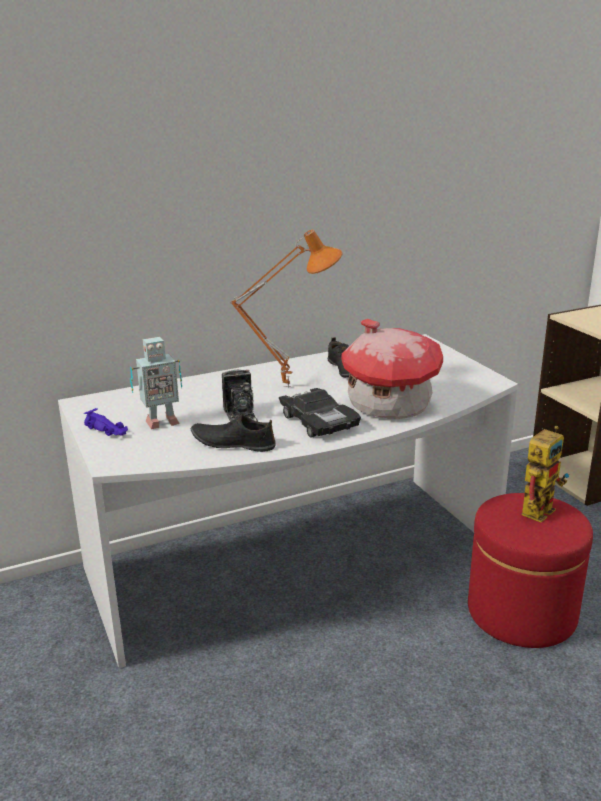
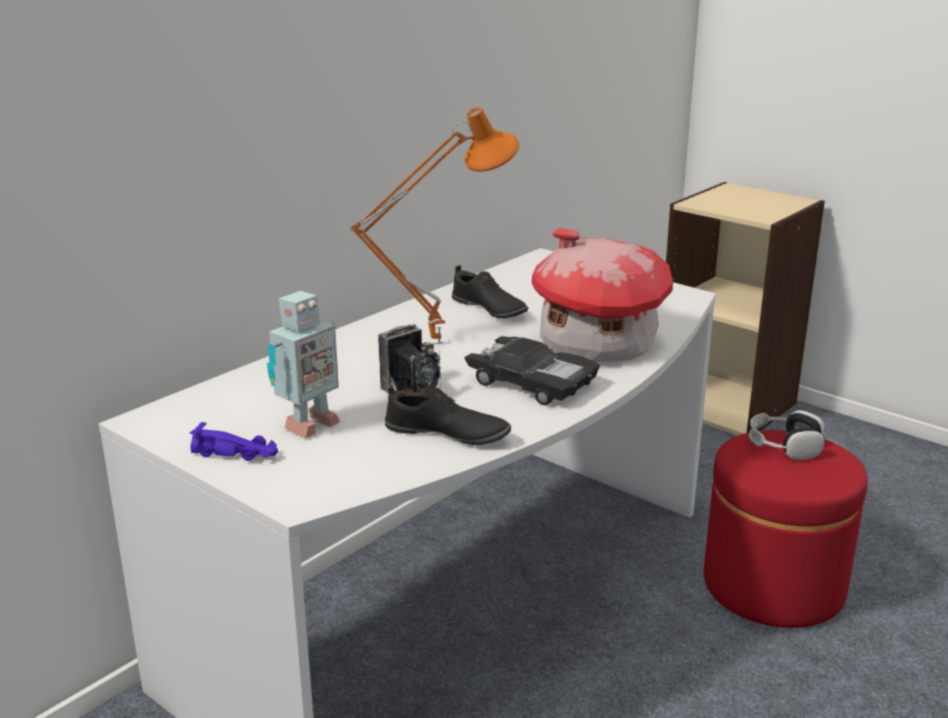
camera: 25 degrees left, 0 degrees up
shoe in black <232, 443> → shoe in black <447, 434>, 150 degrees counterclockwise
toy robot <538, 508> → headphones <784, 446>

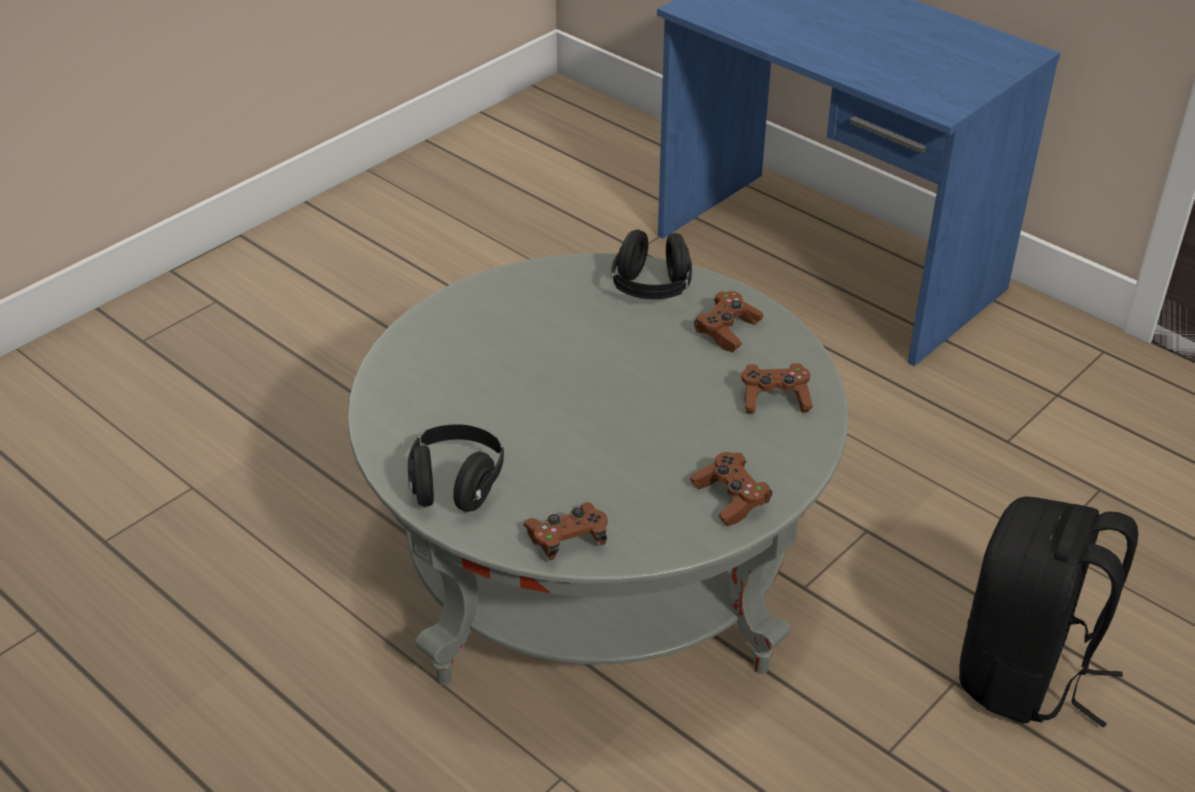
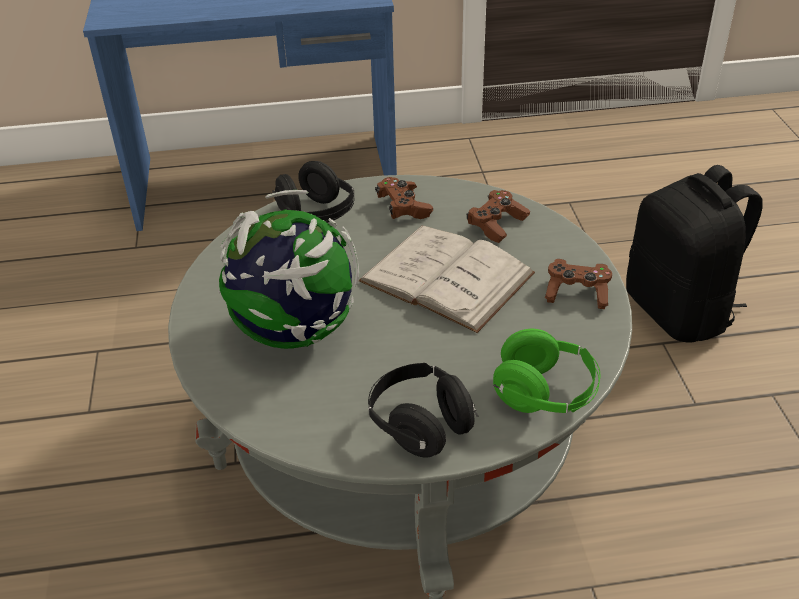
camera: 50 degrees left, 0 degrees up
game controller in brown <567, 540> → headphones in green <545, 394>
- → globe <295, 332>
- → book in white <446, 277>

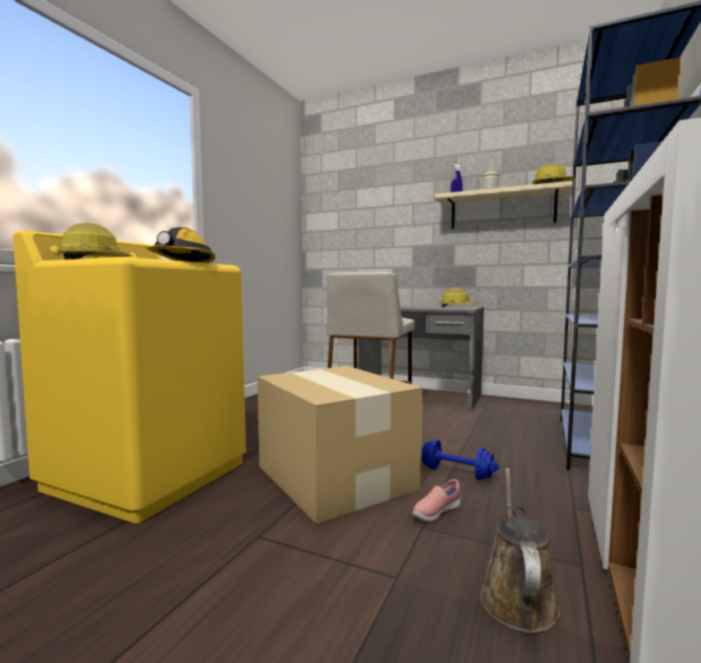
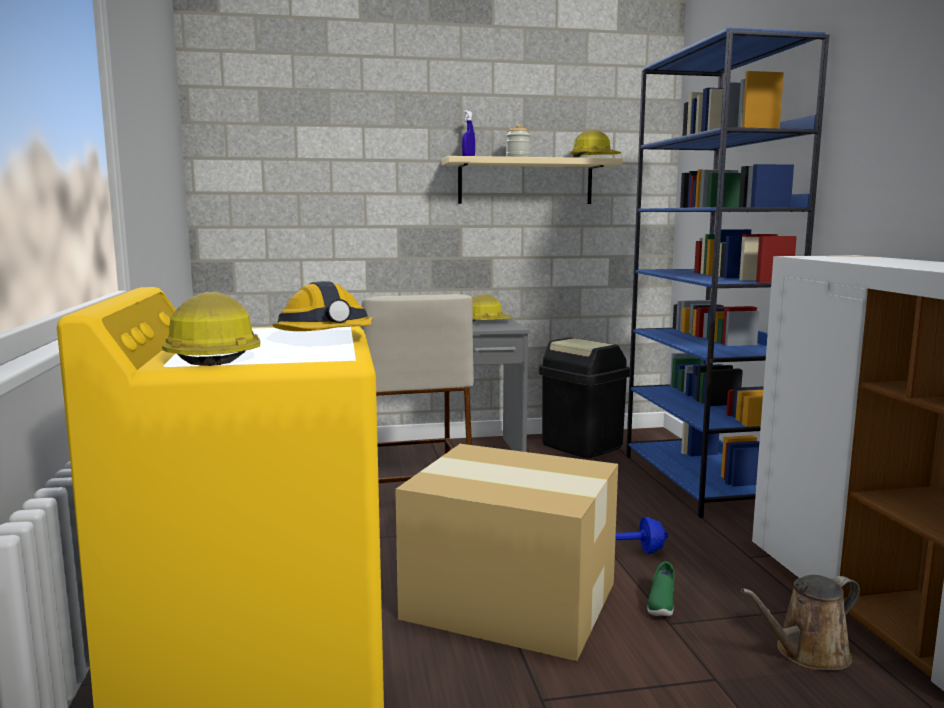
camera: 35 degrees left, 5 degrees up
shoe in pink <436, 513> → shoe in green <661, 604>
watering can in brown <516, 597> → watering can in brown <807, 654>, 90 degrees counterclockwise
- → trash can in black <581, 446>

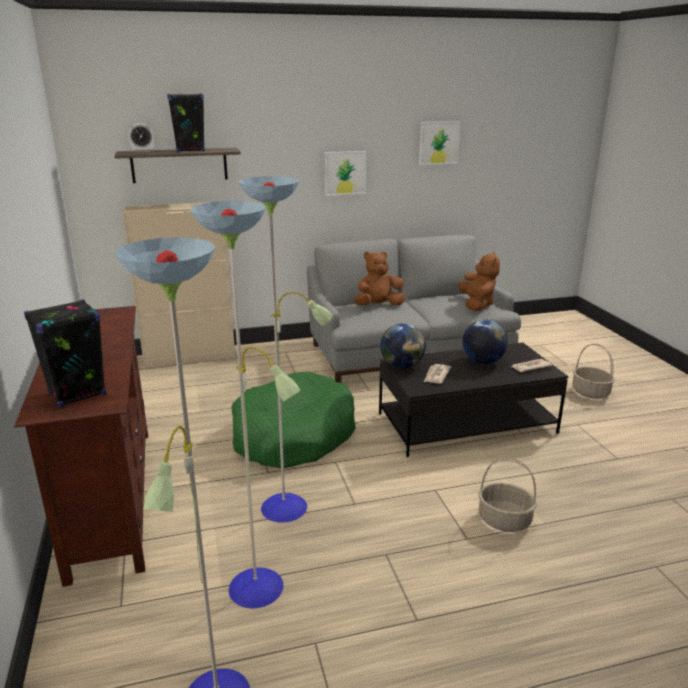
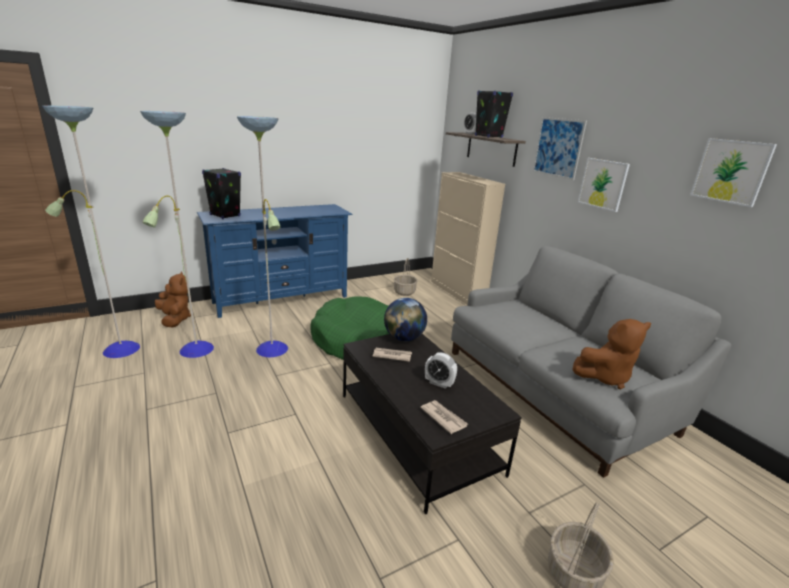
camera: 75 degrees right, 0 degrees up
tv stand in brown <111, 498> → tv stand in blue <281, 299>
plush toy in brown <378, 306> → plush toy in brown <175, 319>, shifted
globe <482, 362> → alarm clock <439, 383>
basket <505, 520> → basket <404, 292>, shifted
- → picture <558, 147>

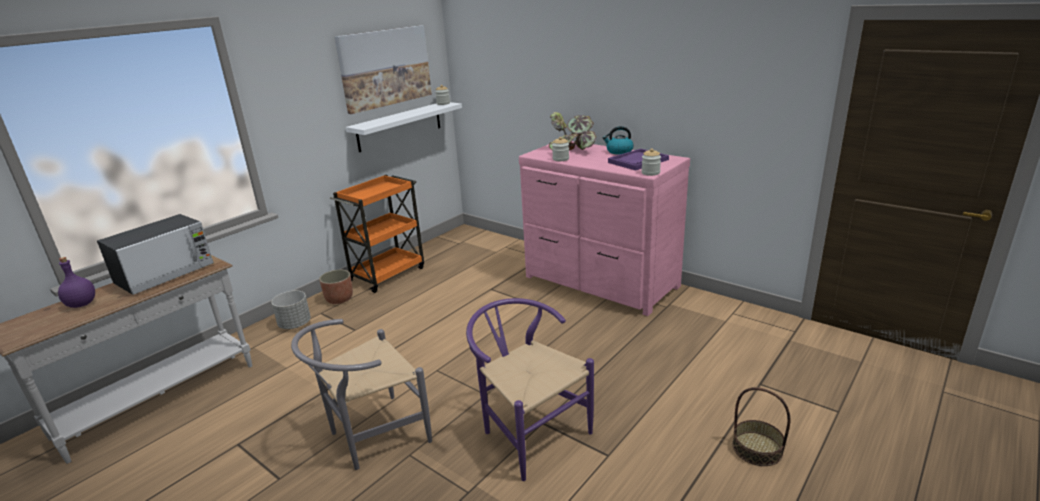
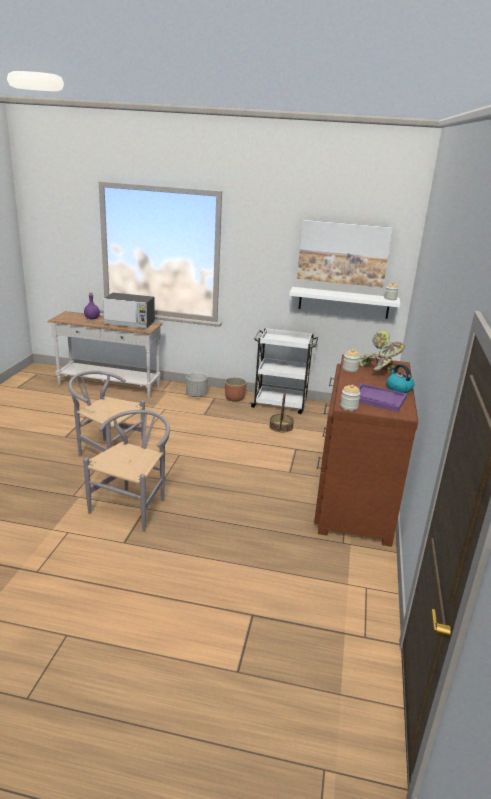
camera: 60 degrees right, 0 degrees up
cart in orange <388, 274> → cart in white <280, 404>
chair in purple <528, 432> → chair in grey <133, 505>
dresser in pink <600, 282> → dresser in brown <353, 498>
basket <757, 448> → basket <281, 426>, shifted

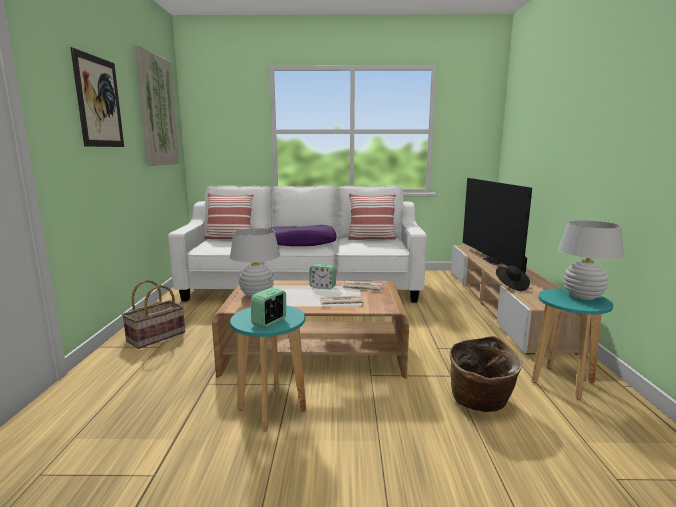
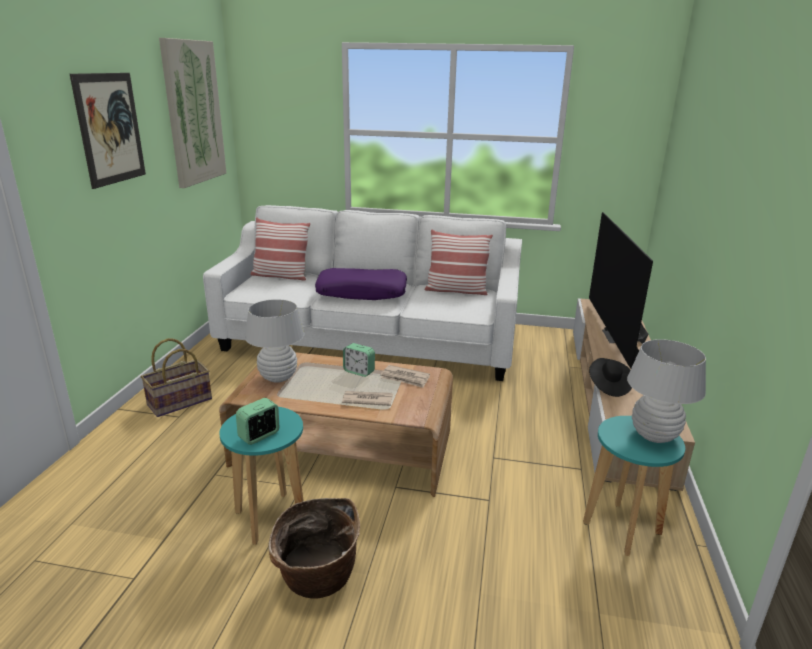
camera: 10 degrees right, 10 degrees up
basket <480, 402> → basket <317, 579>, shifted

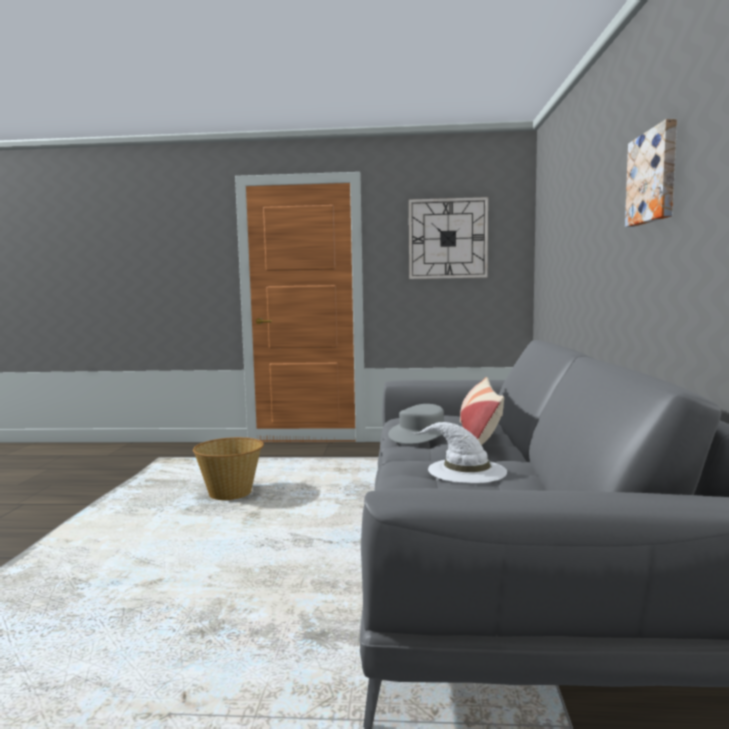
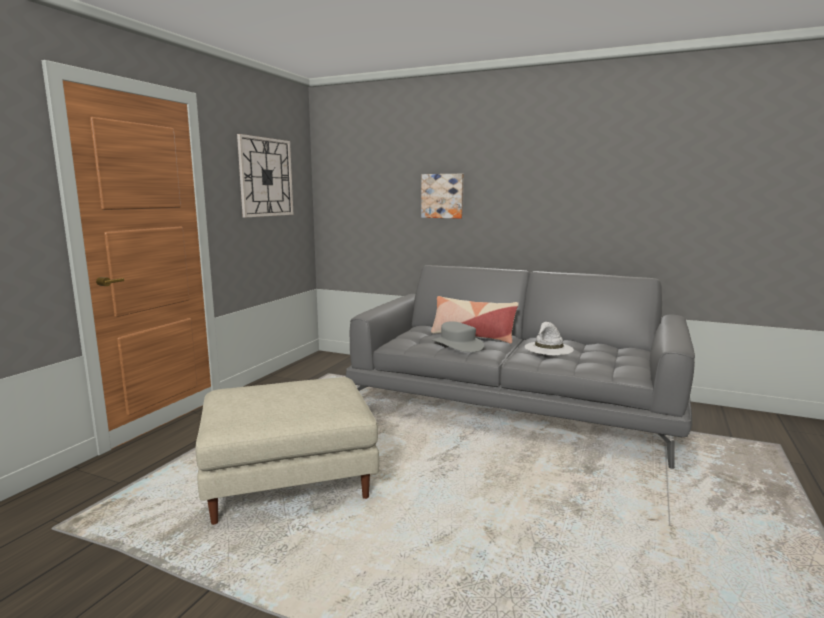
camera: 70 degrees left, 5 degrees up
basket <231, 493> → ottoman in beige <291, 480>
picture <654, 177> → picture <443, 196>, shifted

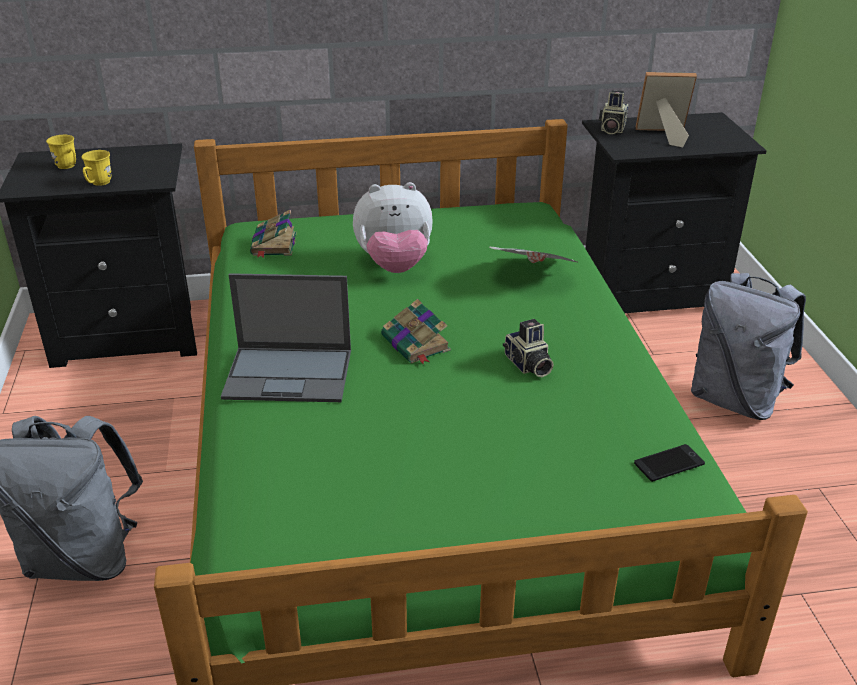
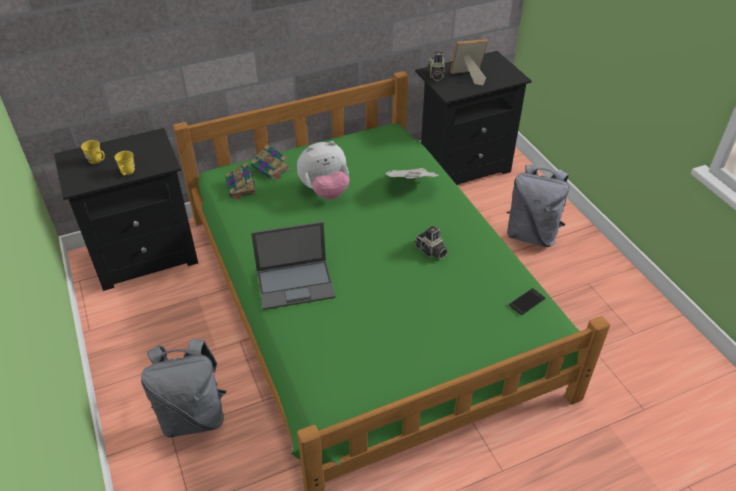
camera: 15 degrees left, 10 degrees up
book <416, 344> → book <271, 168>, shifted

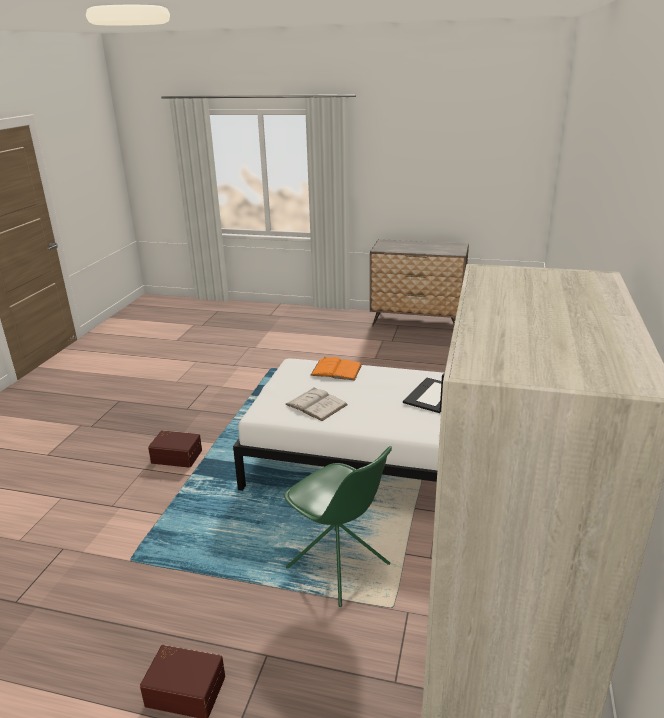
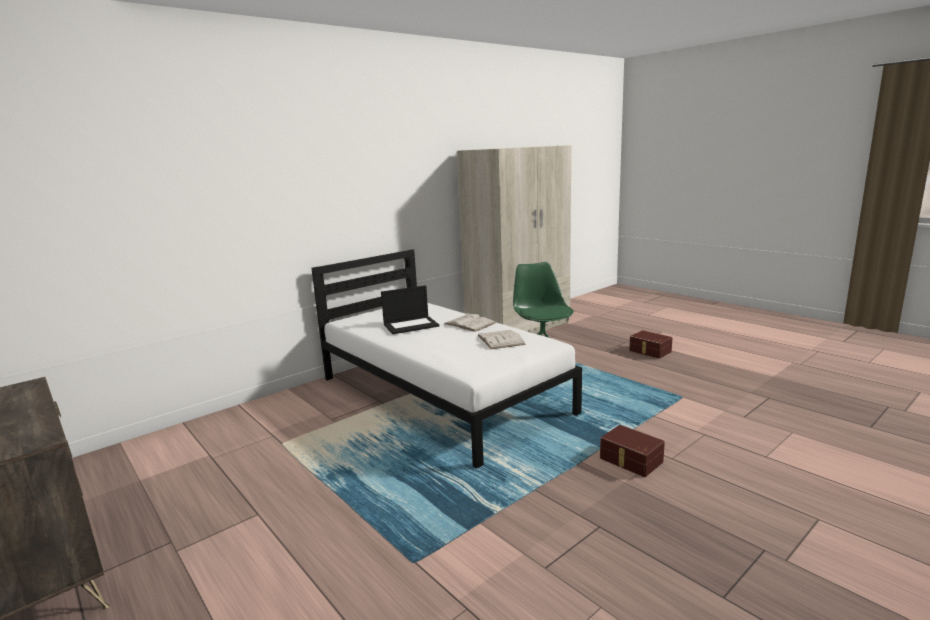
camera: 145 degrees left, 10 degrees down
book in orange <336, 370> → -
- → book in white <469, 323>

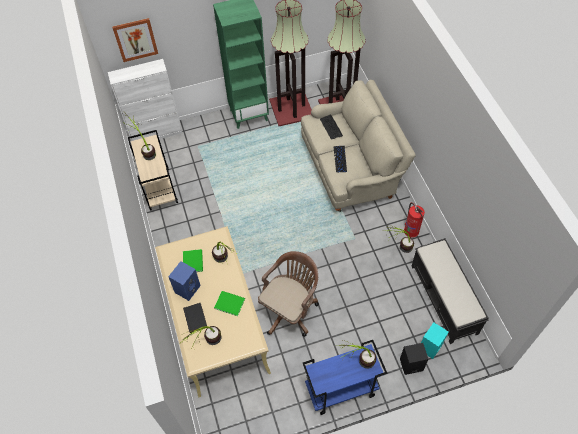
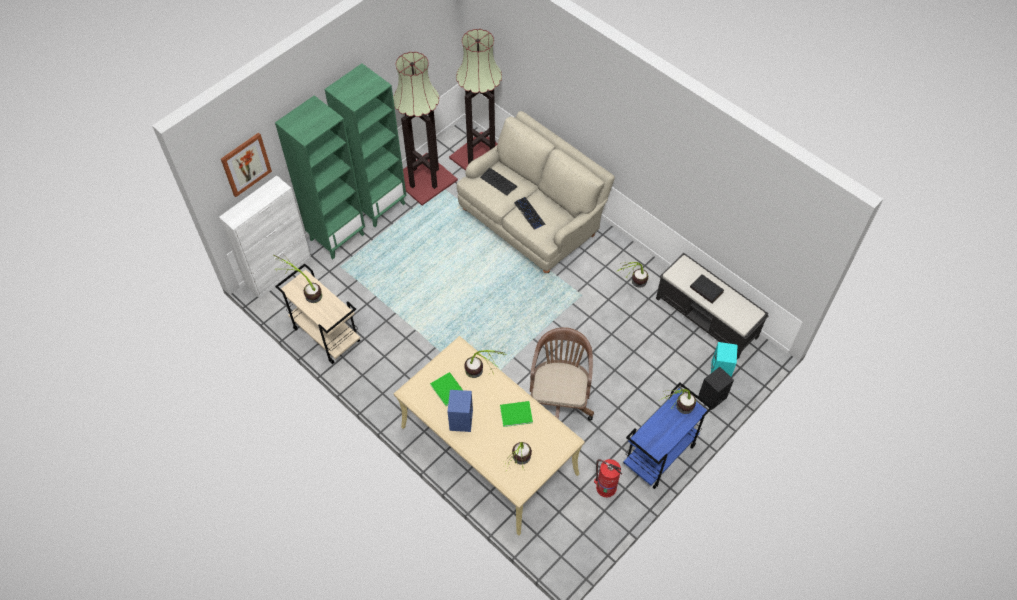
camera: 30 degrees left, 0 degrees up
book in black <196, 318> → book in black <707, 289>, shifted
fire extinguisher <411, 230> → fire extinguisher <605, 487>, shifted
- → bookcase in green <337, 236>

